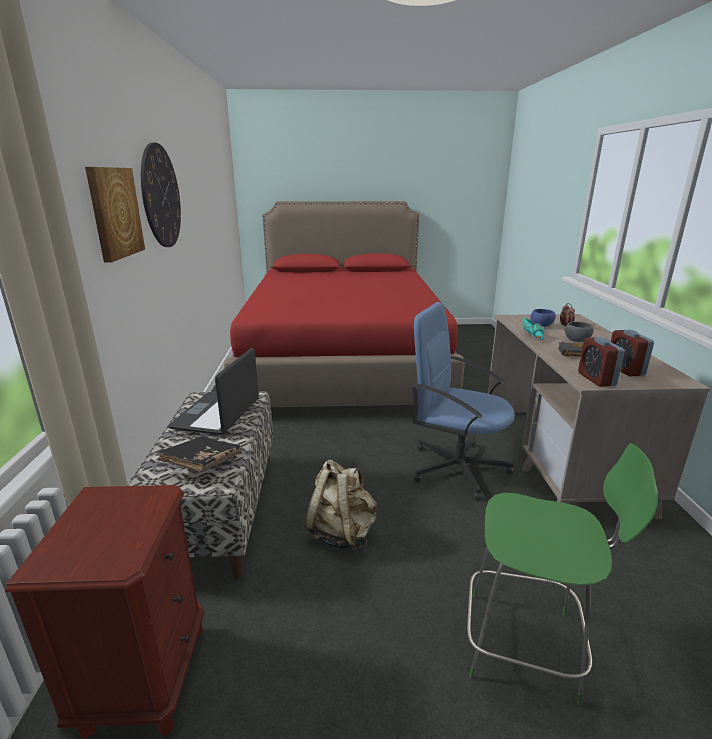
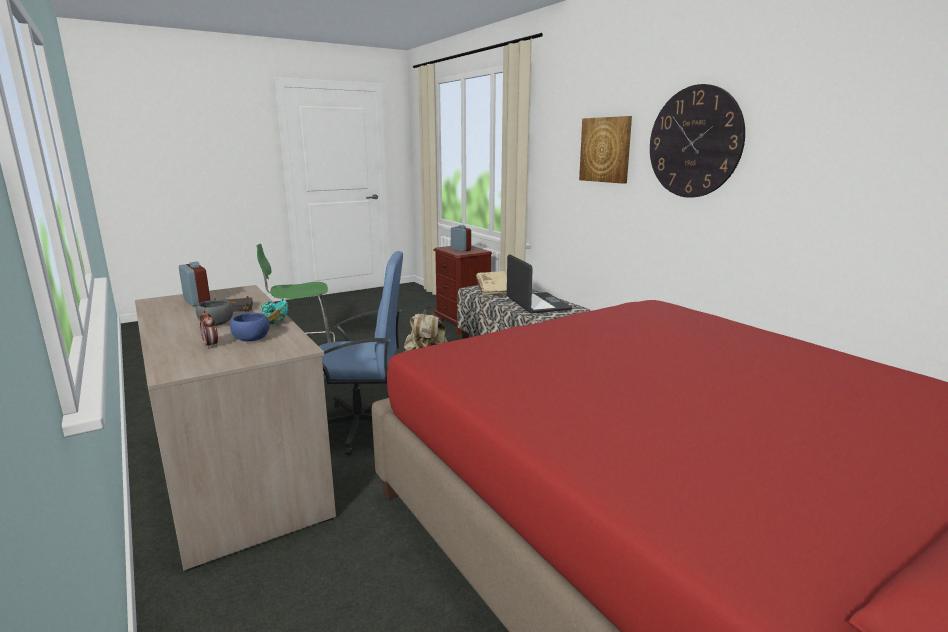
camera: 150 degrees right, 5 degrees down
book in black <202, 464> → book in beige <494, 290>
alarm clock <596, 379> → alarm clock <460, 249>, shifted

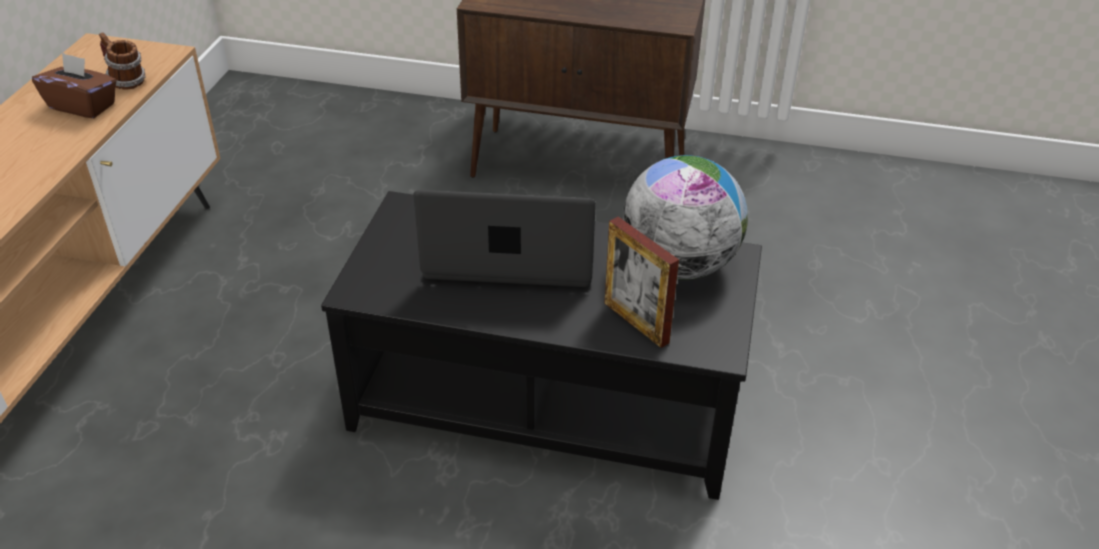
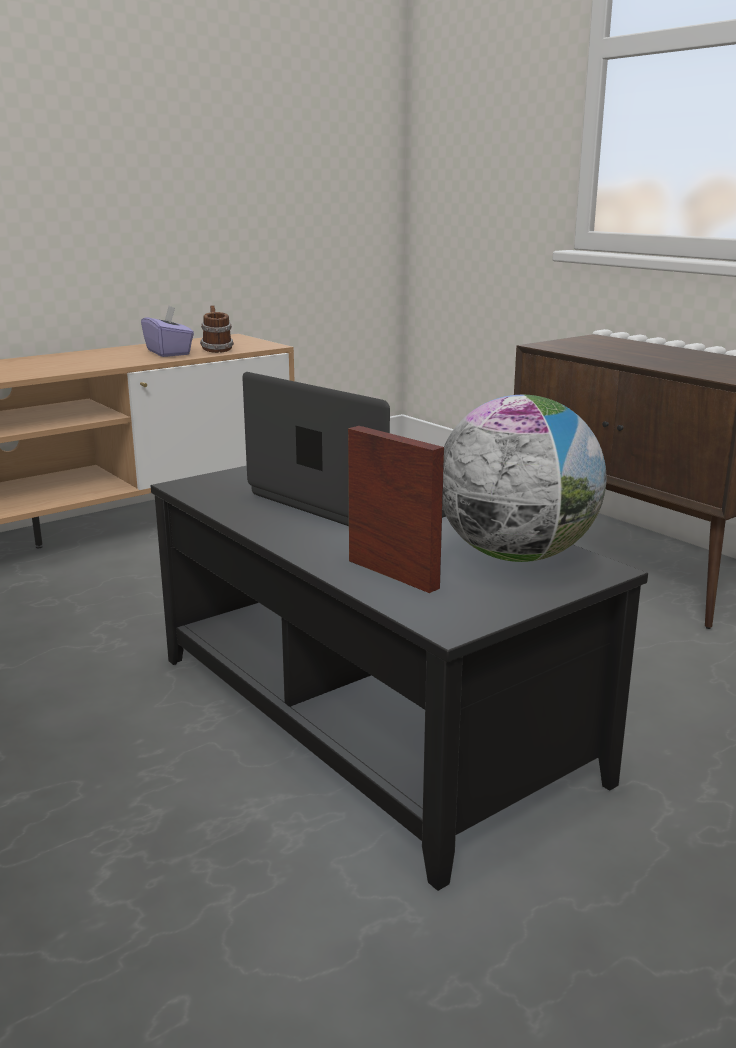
camera: 40 degrees right, 20 degrees down
tissue box in brown <83, 106> → tissue box in purple <169, 352>
picture frame <636, 322> → picture frame <392, 574>, 135 degrees clockwise

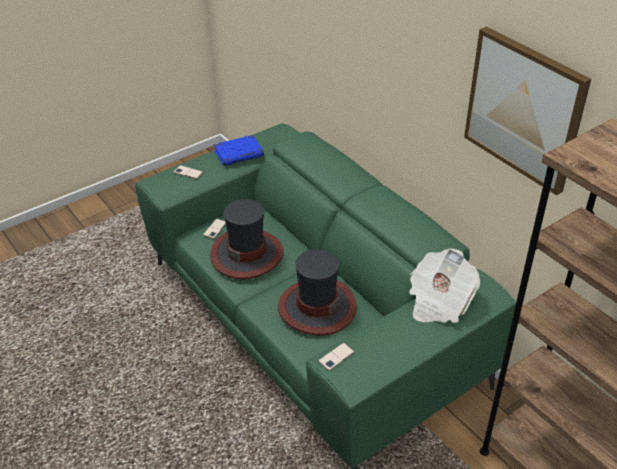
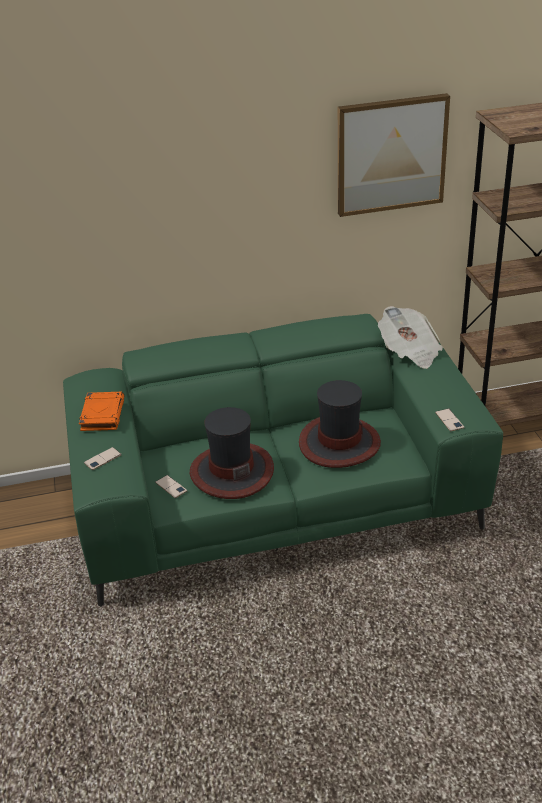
camera: 65 degrees left, 5 degrees down
book in blue <239, 153> → book in orange <102, 414>

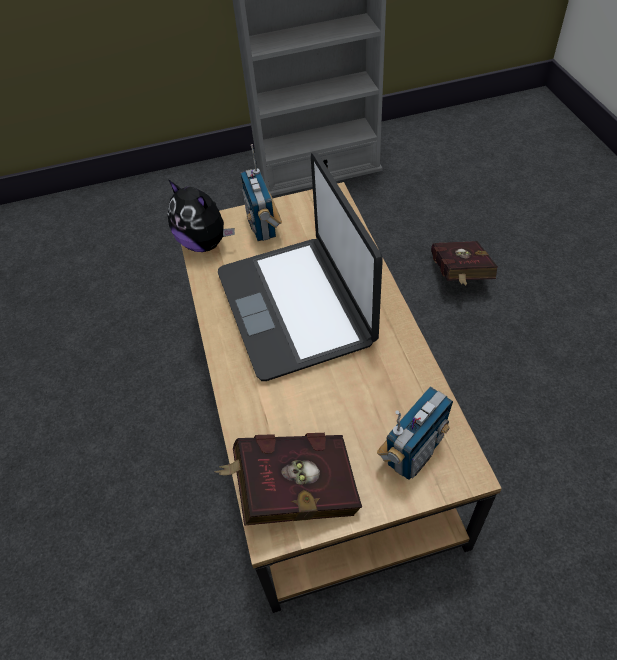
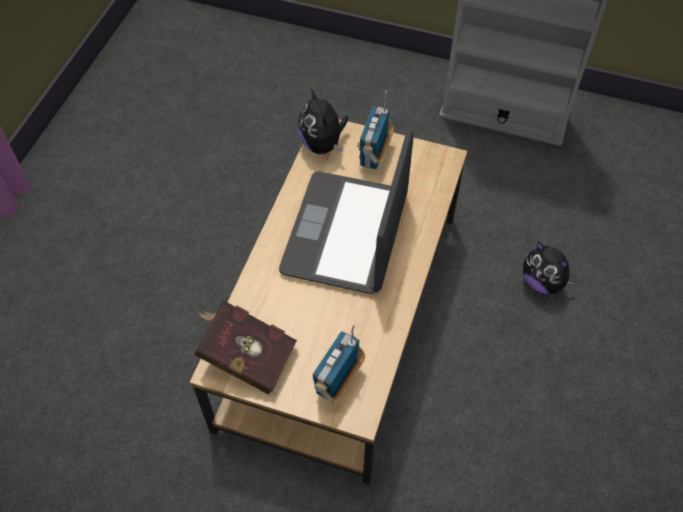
camera: 30 degrees right, 5 degrees up
radio <413, 453> → radio <337, 382>, 135 degrees clockwise
book in red <459, 276> → plush toy <543, 282>

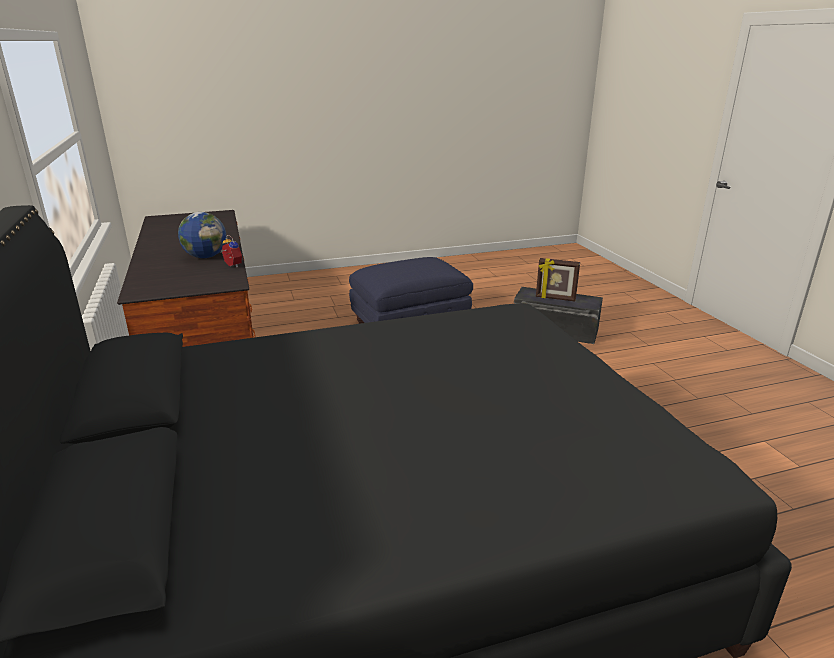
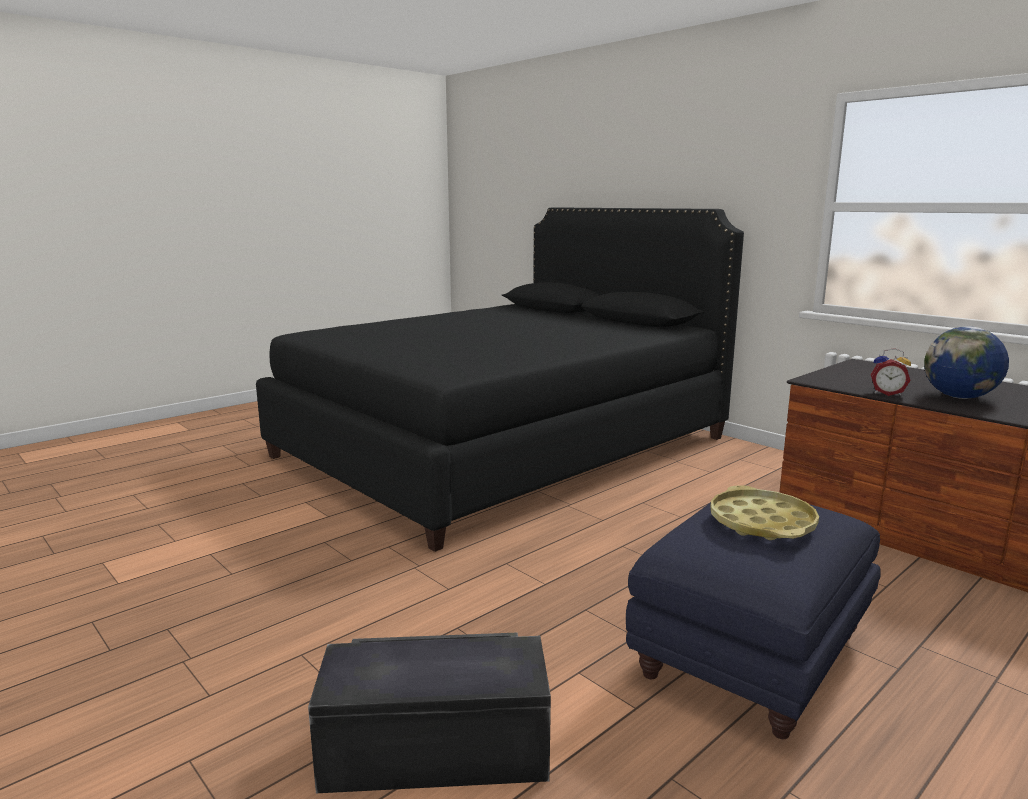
camera: 155 degrees right, 10 degrees down
picture frame <555, 298> → -
- → tray in yellow <762, 523>

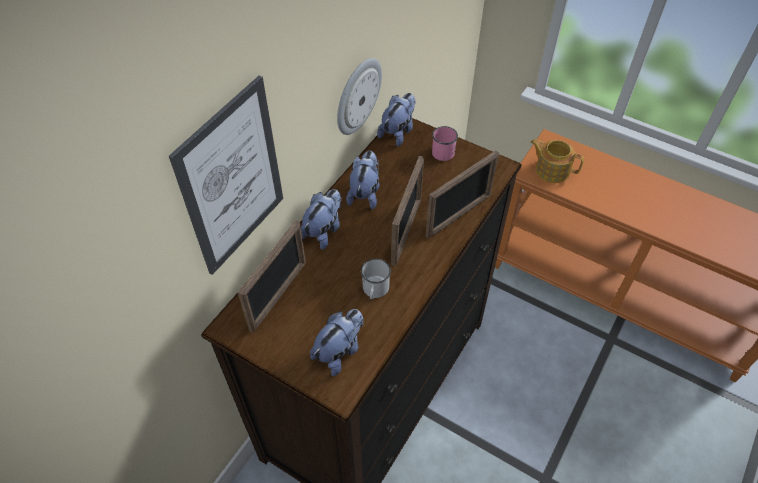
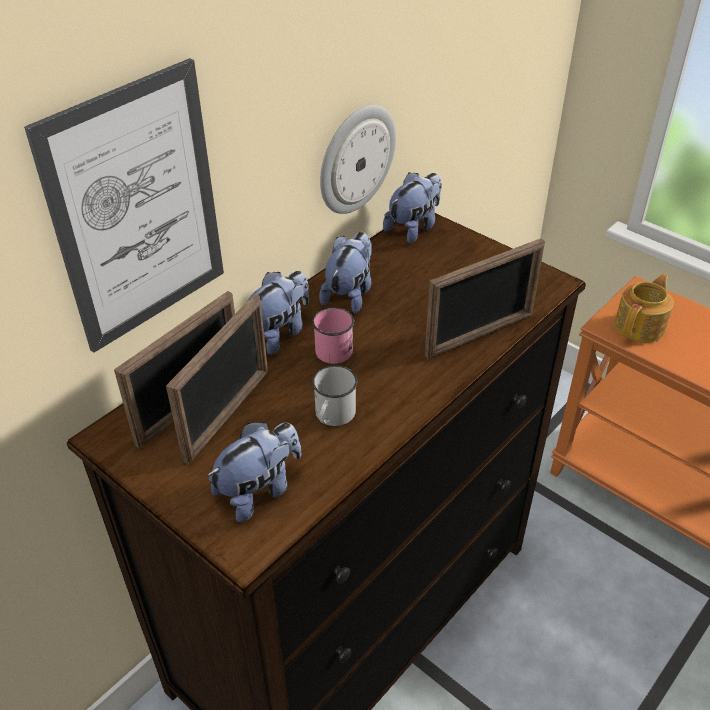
camera: 10 degrees right, 10 degrees down
picture frame <406, 231> → picture frame <228, 414>, shifted
mug in pink <443, 150> → mug in pink <336, 347>, shifted
teapot <551, 170> → teapot <640, 326>, 90 degrees clockwise

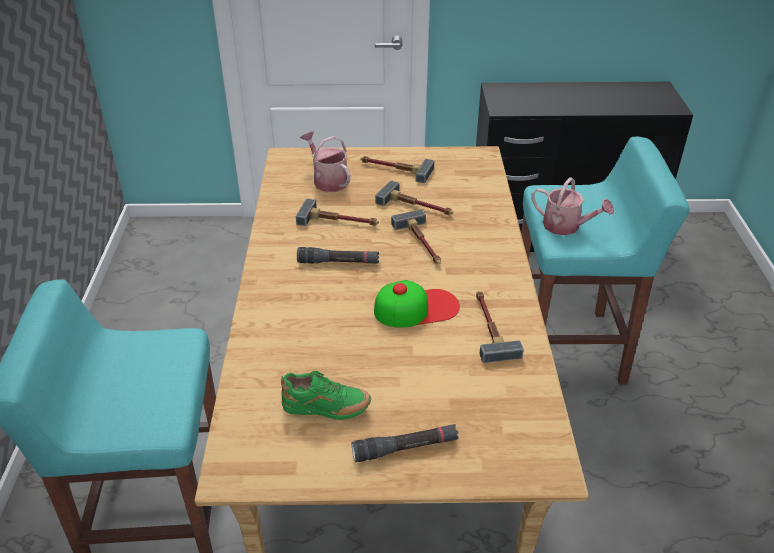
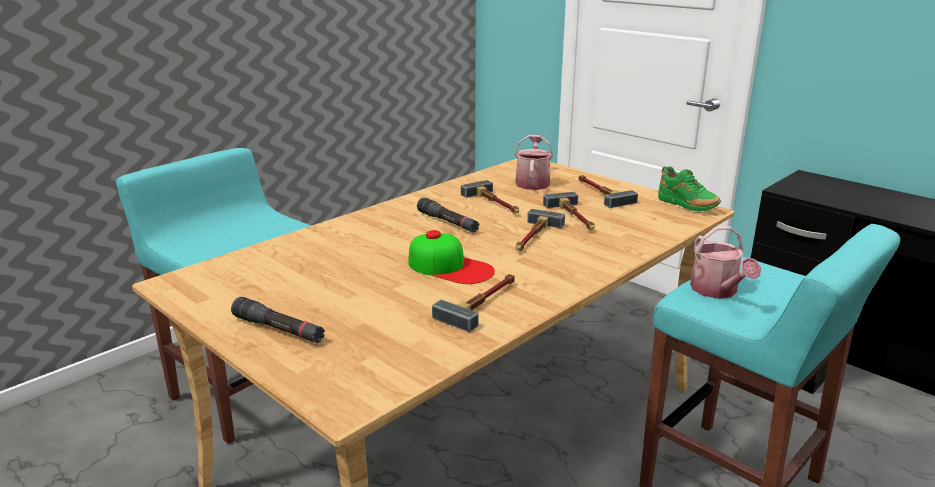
camera: 45 degrees right, 15 degrees down
shoe in green <326, 409> → shoe in green <687, 206>, shifted

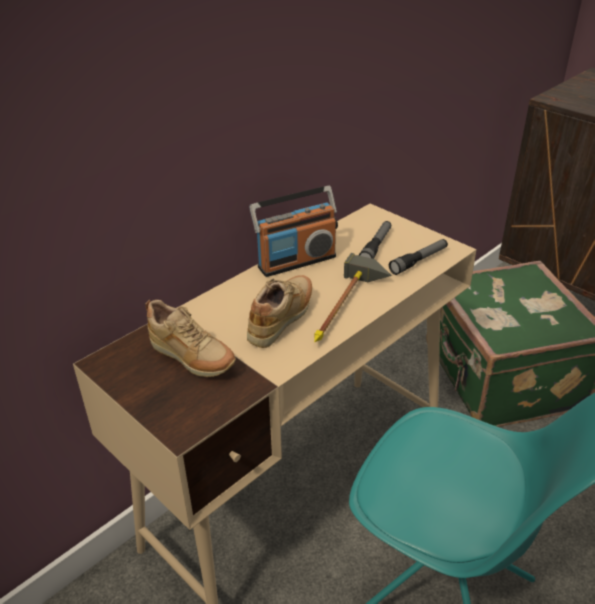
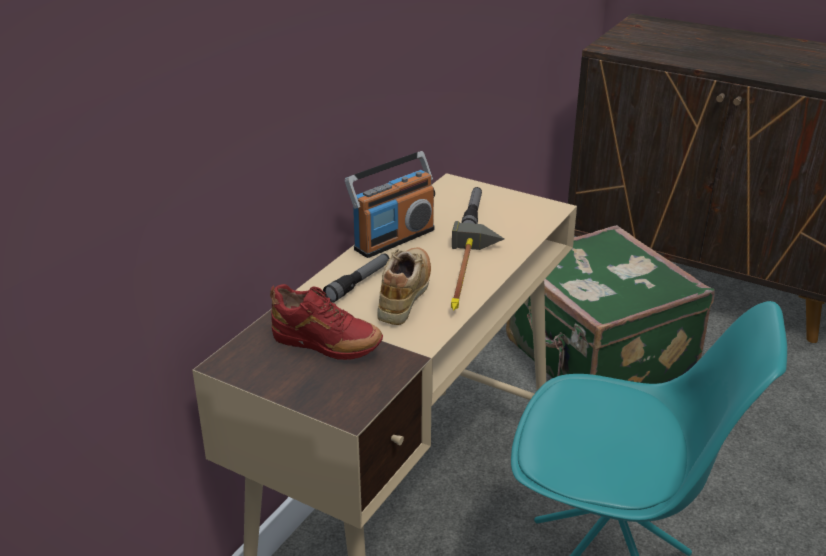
camera: 15 degrees left, 5 degrees down
shoe in beige <192, 360> → shoe in red <326, 347>
flashlight <419, 261> → flashlight <358, 283>, shifted

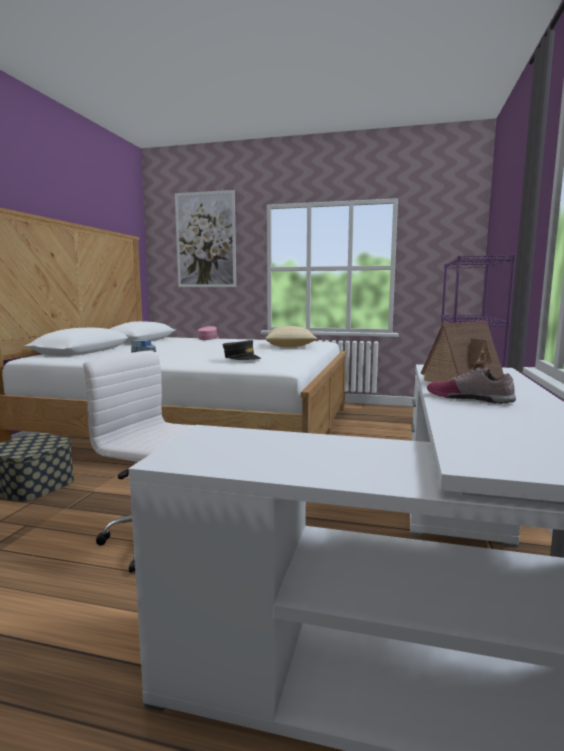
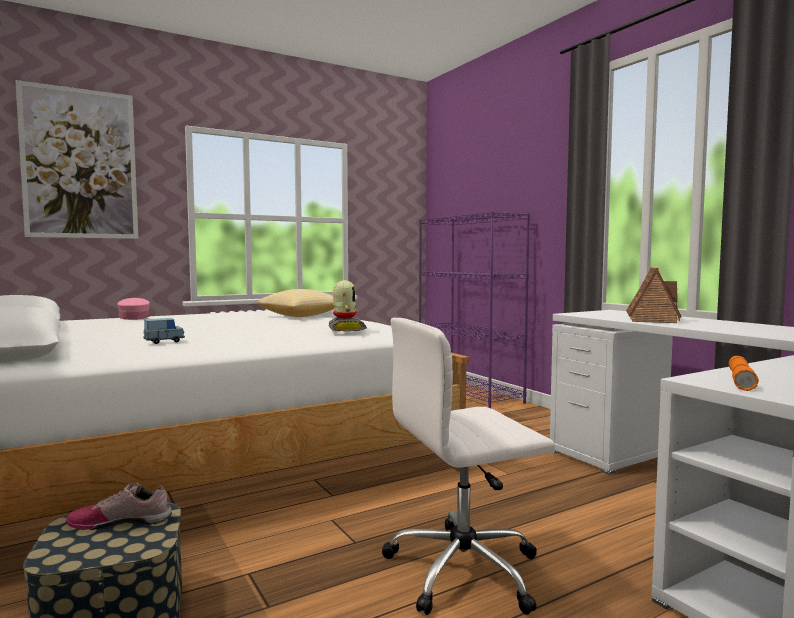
camera: 45 degrees left, 5 degrees down
cap in grey <241, 358> → toy robot <345, 329>
shoe <469, 398> → shoe <121, 521>, shifted
- → flashlight in orange <740, 380>

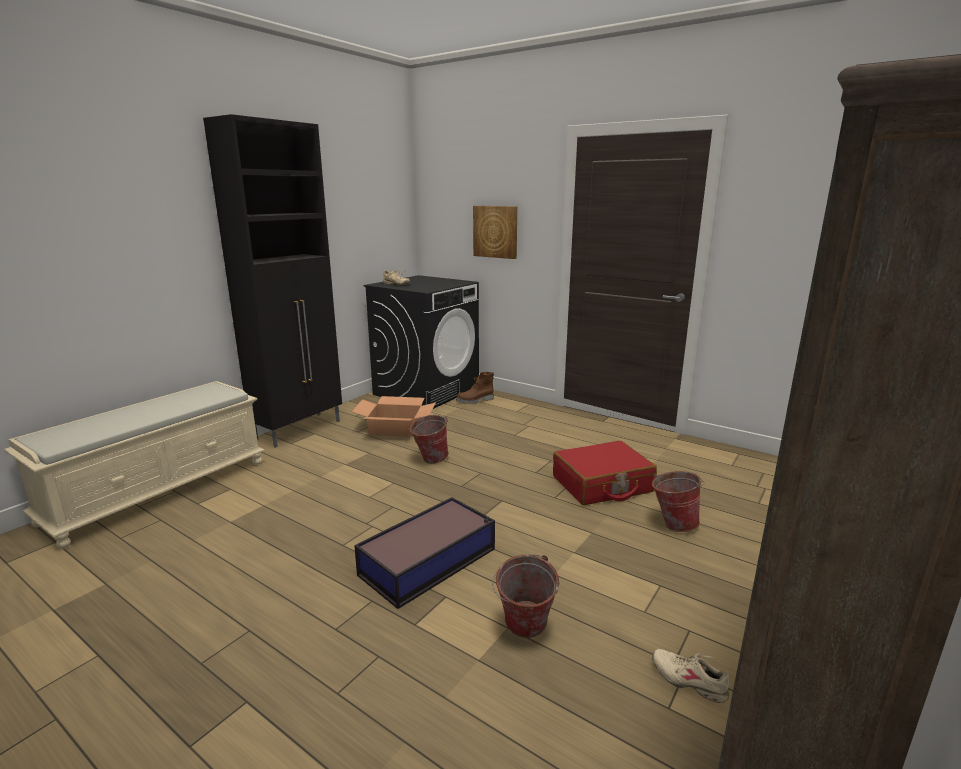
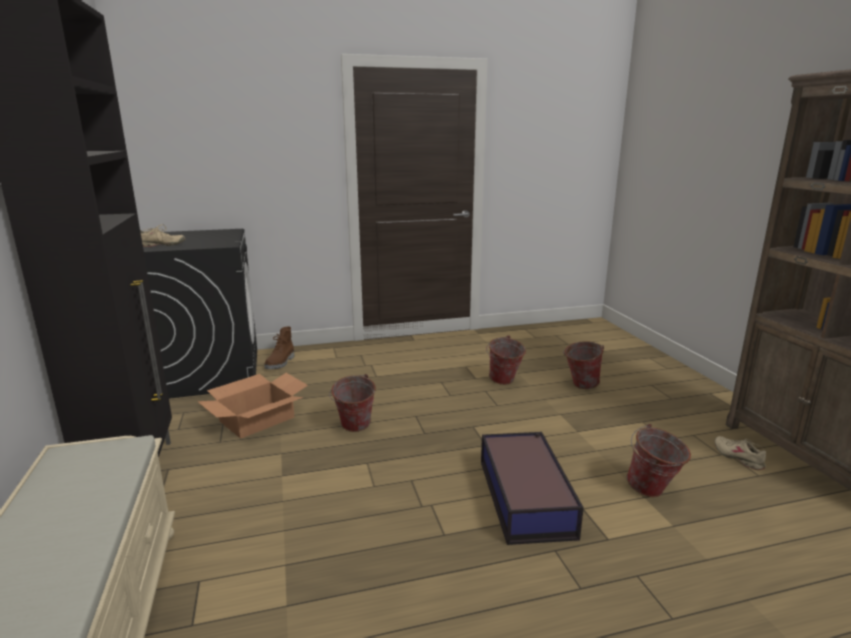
camera: 50 degrees left, 0 degrees up
picture <495, 231> → -
suitcase in red <602, 485> → bucket <503, 382>
shoe in beige <688, 680> → shoe in beige <738, 457>, 75 degrees clockwise

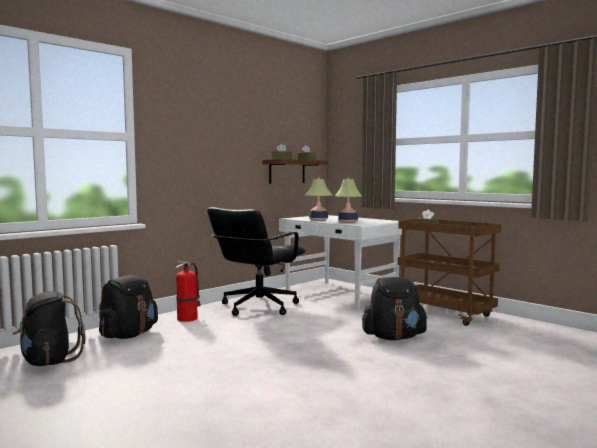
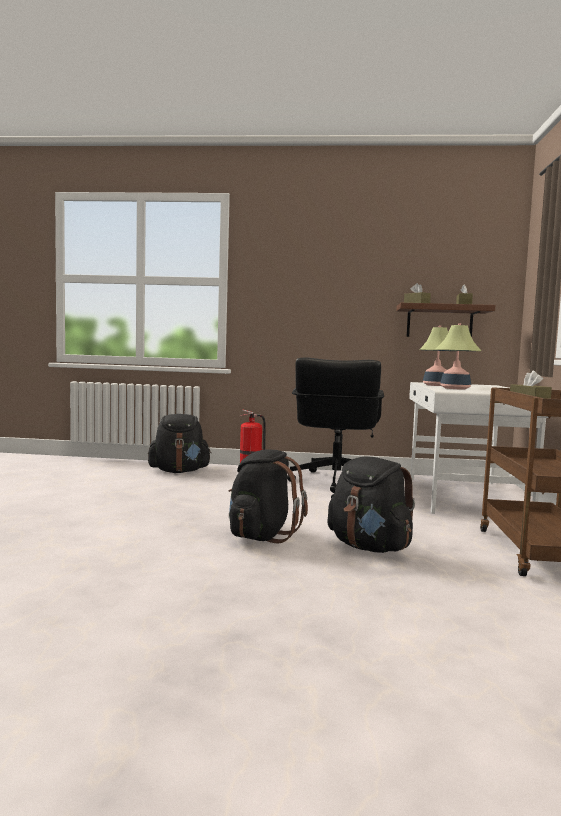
camera: 50 degrees right, 0 degrees up
backpack in black <48, 361> → backpack in black <261, 535>, shifted
office chair in black <258, 307> → office chair in black <335, 482>, 75 degrees counterclockwise

